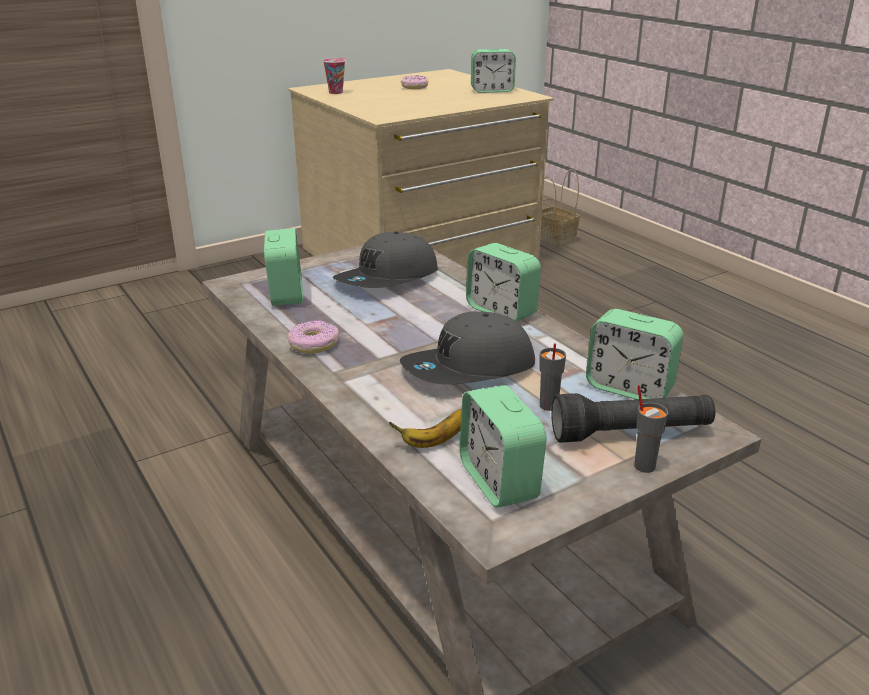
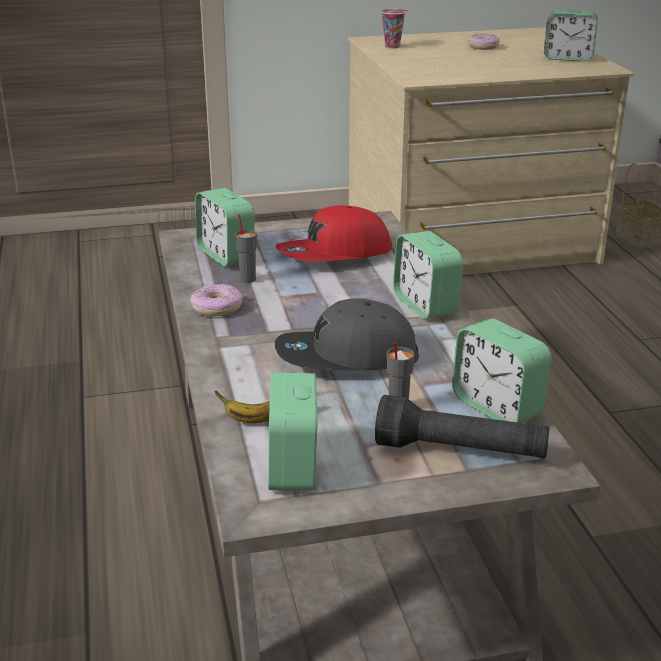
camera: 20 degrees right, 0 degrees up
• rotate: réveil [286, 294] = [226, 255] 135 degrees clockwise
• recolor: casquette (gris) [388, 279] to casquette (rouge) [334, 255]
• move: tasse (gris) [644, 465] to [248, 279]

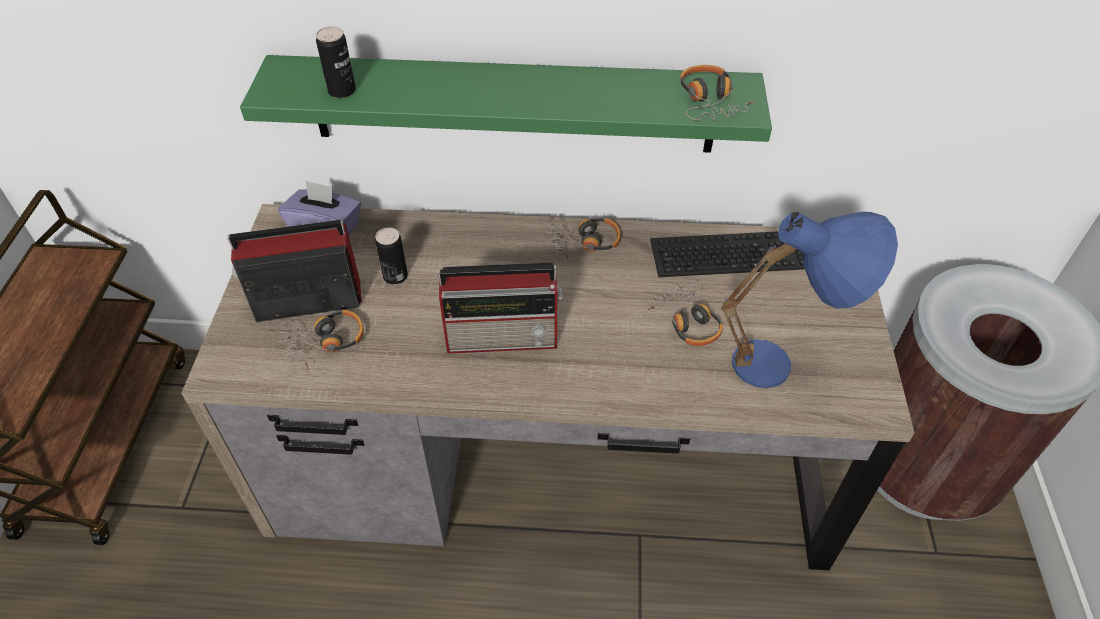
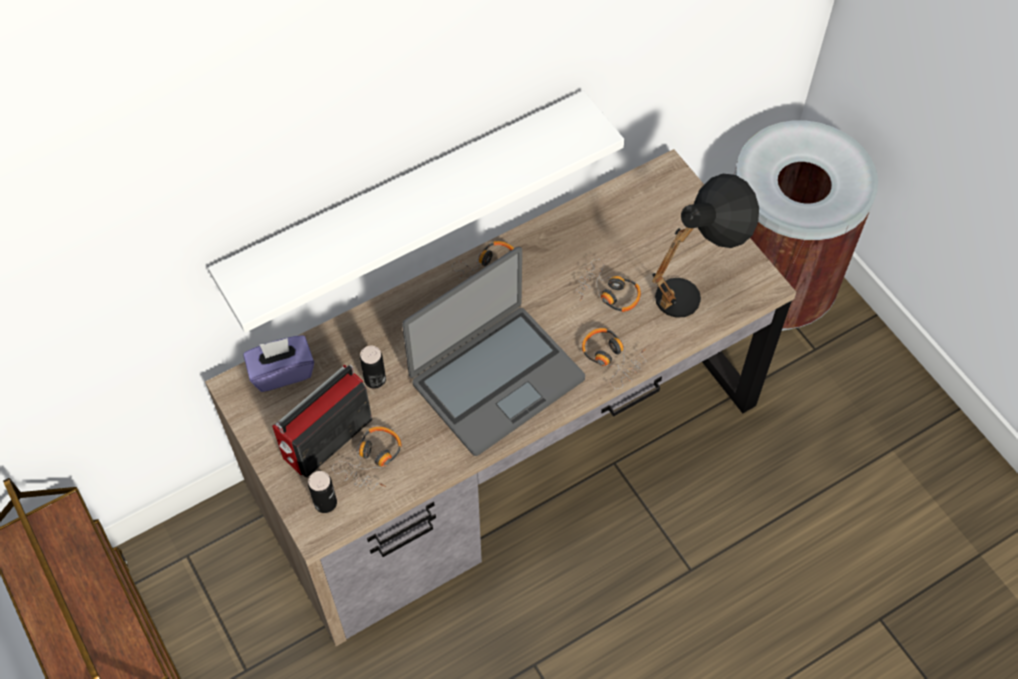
camera: 35 degrees left, 10 degrees up
• recolor: étagère (vert) [512, 104] to étagère (blanc) [406, 200]
• move: boîte métallique [342, 91] to [325, 503]
• replace: radio [504, 337] to ordinateur portable [496, 379]
• delete: clavier [741, 251]
• move: casque audio [710, 101] to [611, 359]
• recolor: lampe de table (bleu) [783, 367] to lampe de table (noir) [692, 291]

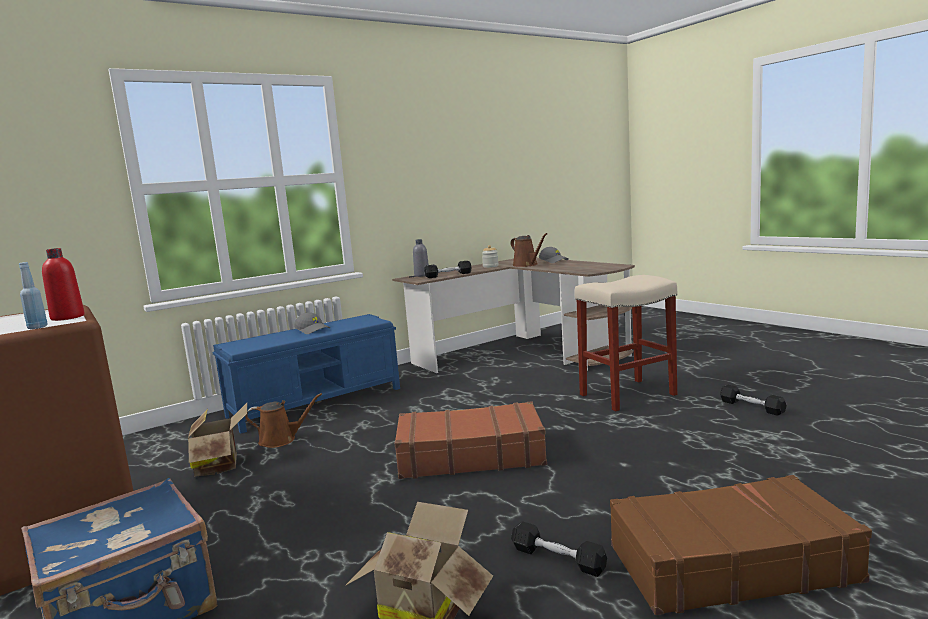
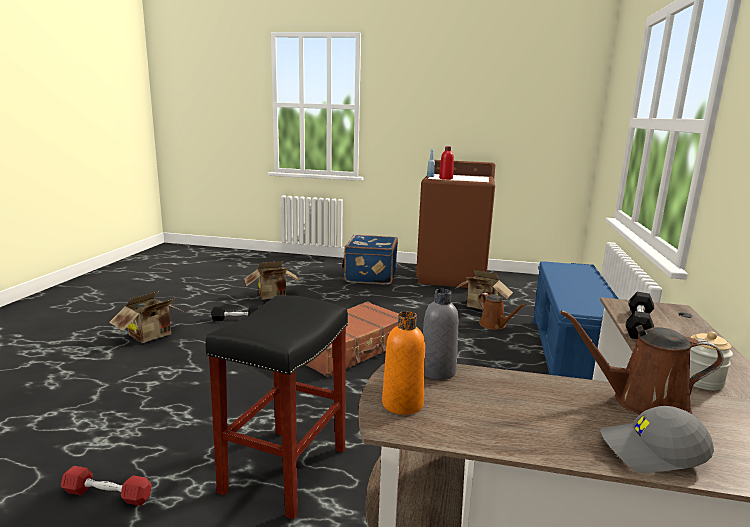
camera: 135 degrees right, 5 degrees up
• rotate: arrosoir (marron) [281, 440] = [494, 325] 75 degrees counterclockwise
• delete: casquette (gris) [313, 330]
• move: bouteille (gris) [422, 275] to [437, 371]
• recolor: tabouret (beige) [627, 395] to tabouret (noir) [285, 468]
• replace: valise (marron) [729, 563] to carton [152, 336]
• recolor: haltère (noir) [751, 407] to haltère (rouge) [107, 495]
• insert: bouteille (orange) [402, 404]

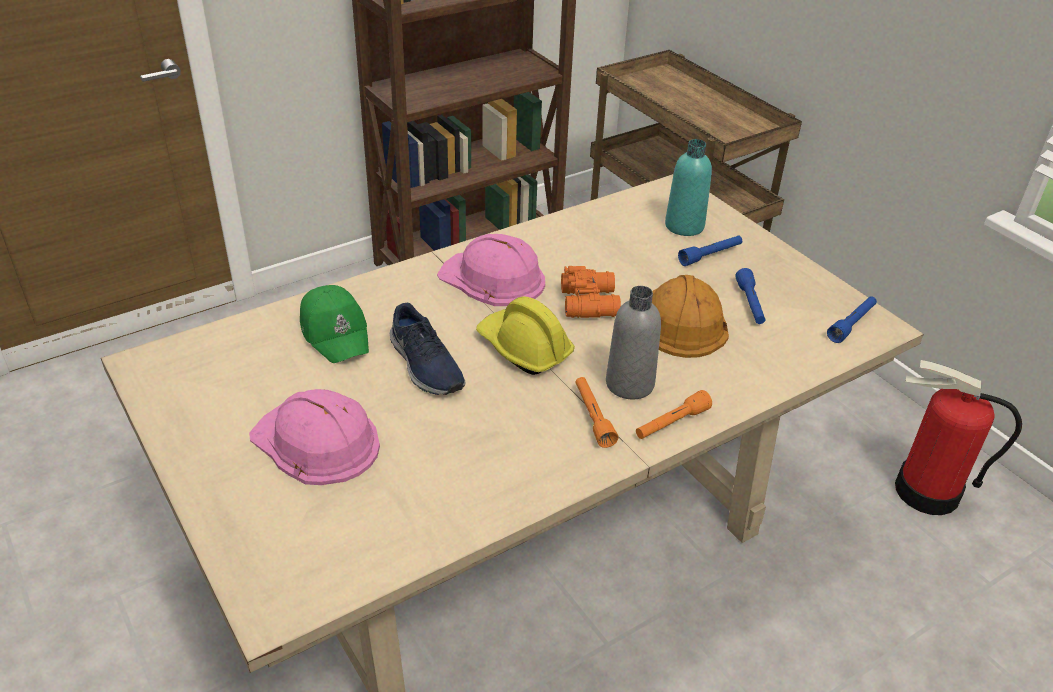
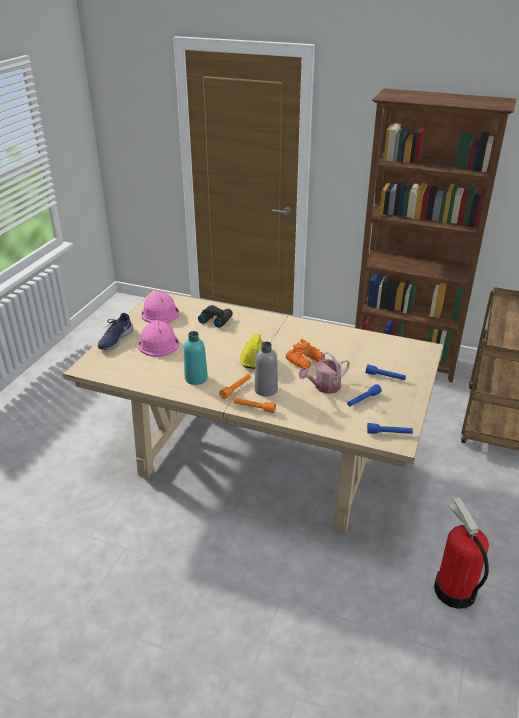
camera: 55 degrees right, 5 degrees down
• replace: casquette (vert) [336, 332] to jumelles (noir) [215, 320]
• move: chaussure (bleu) [425, 366] to [115, 339]
• move: casque de chantier (rose) [493, 278] to [159, 311]
• replace: casque de chantier (orange) [682, 322] to arrosoir [324, 387]
• move: bouteille (turquoise) [684, 226] to [196, 378]

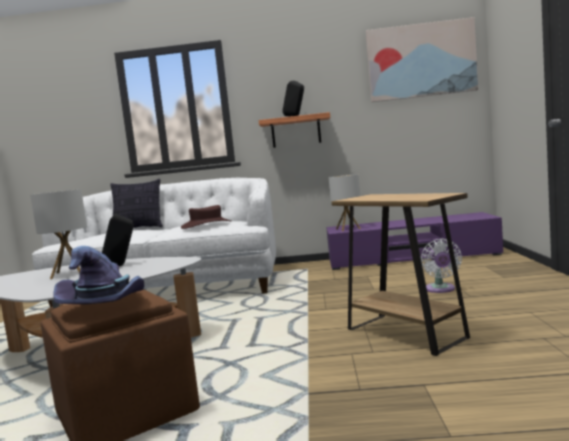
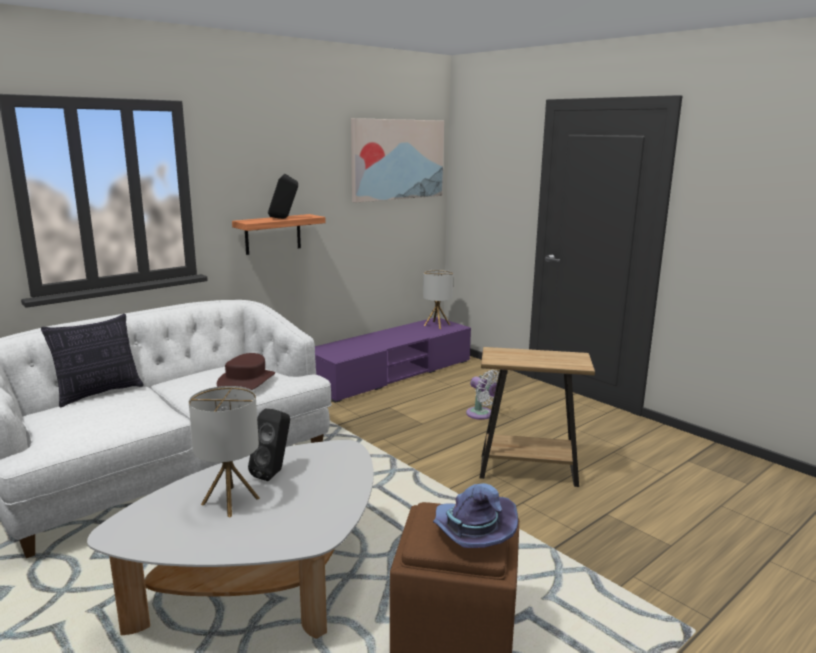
camera: 45 degrees left, 10 degrees up
• move: lampe de table [348, 229] to [436, 325]

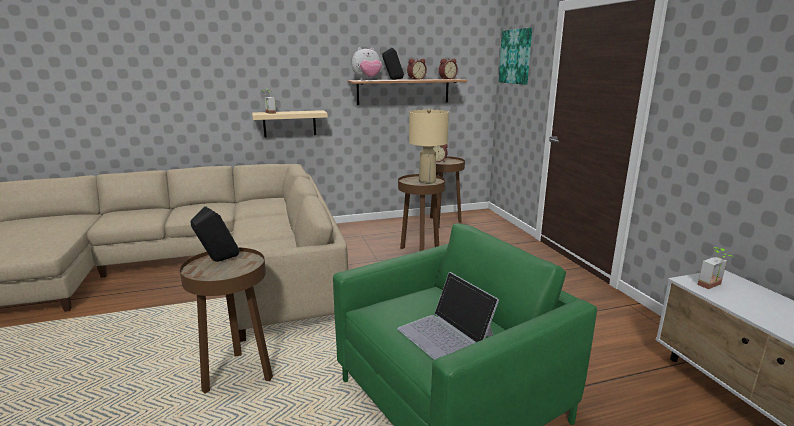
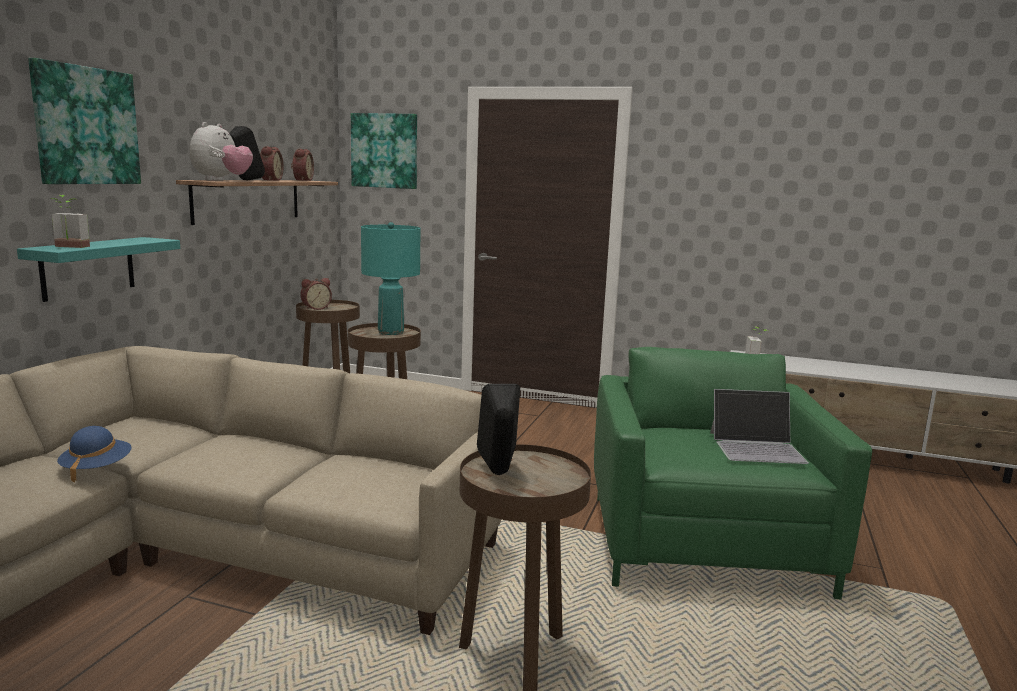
camera: 55 degrees left, 5 degrees down
• recolor: étagère (beige) [289, 123] to étagère (turquoise) [88, 268]
• recolor: lampe de table (beige) [427, 181] to lampe de table (turquoise) [390, 332]
• insert: tableau [86, 126]
• insert: chapeau (bleu) [96, 469]

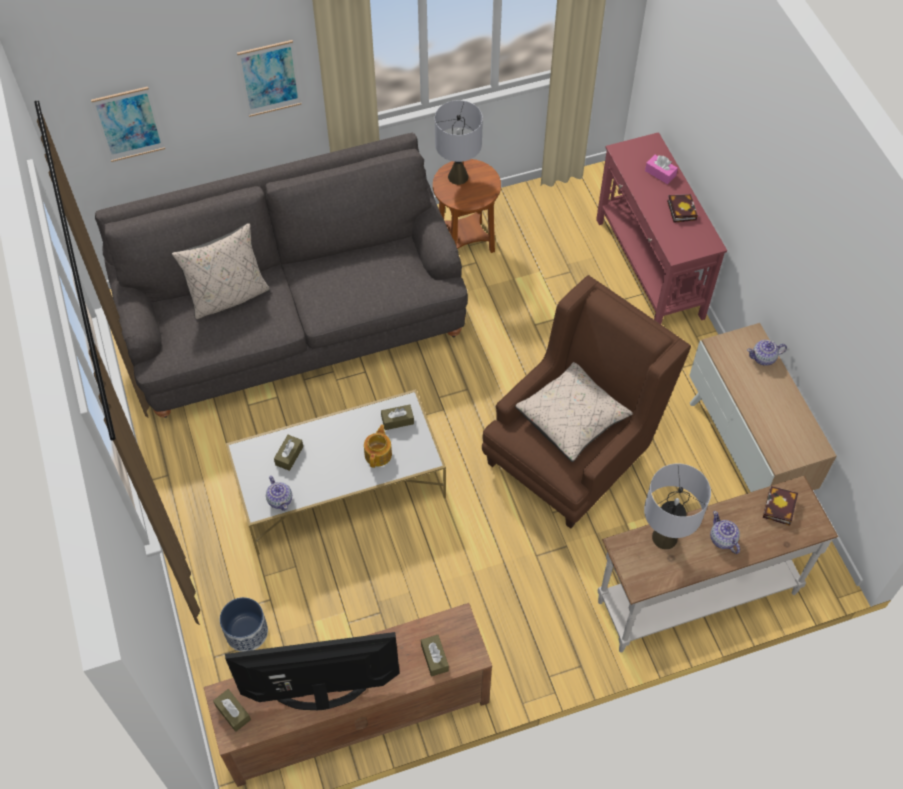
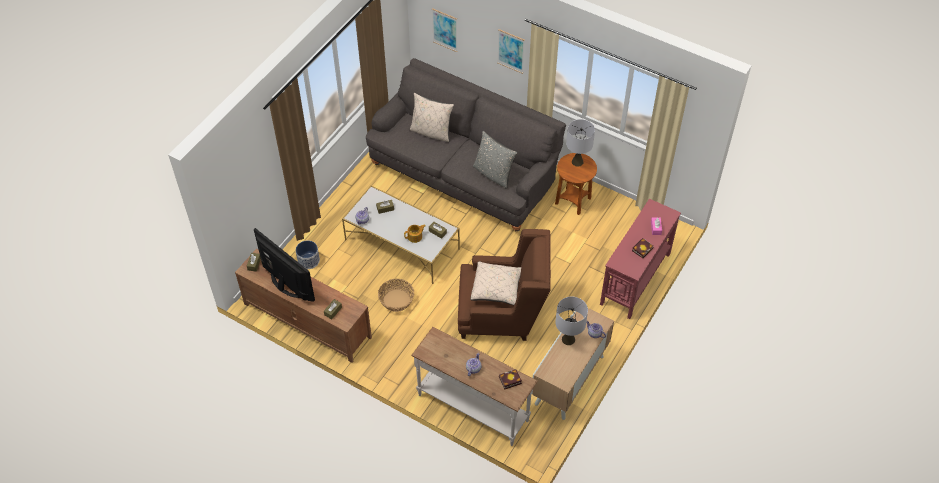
camera: 50 degrees right, 5 degrees down
• move: lampe de table (gris) [664, 538] to [568, 339]
• insert: panier [397, 300]
• insert: coussin (gris) [493, 174]

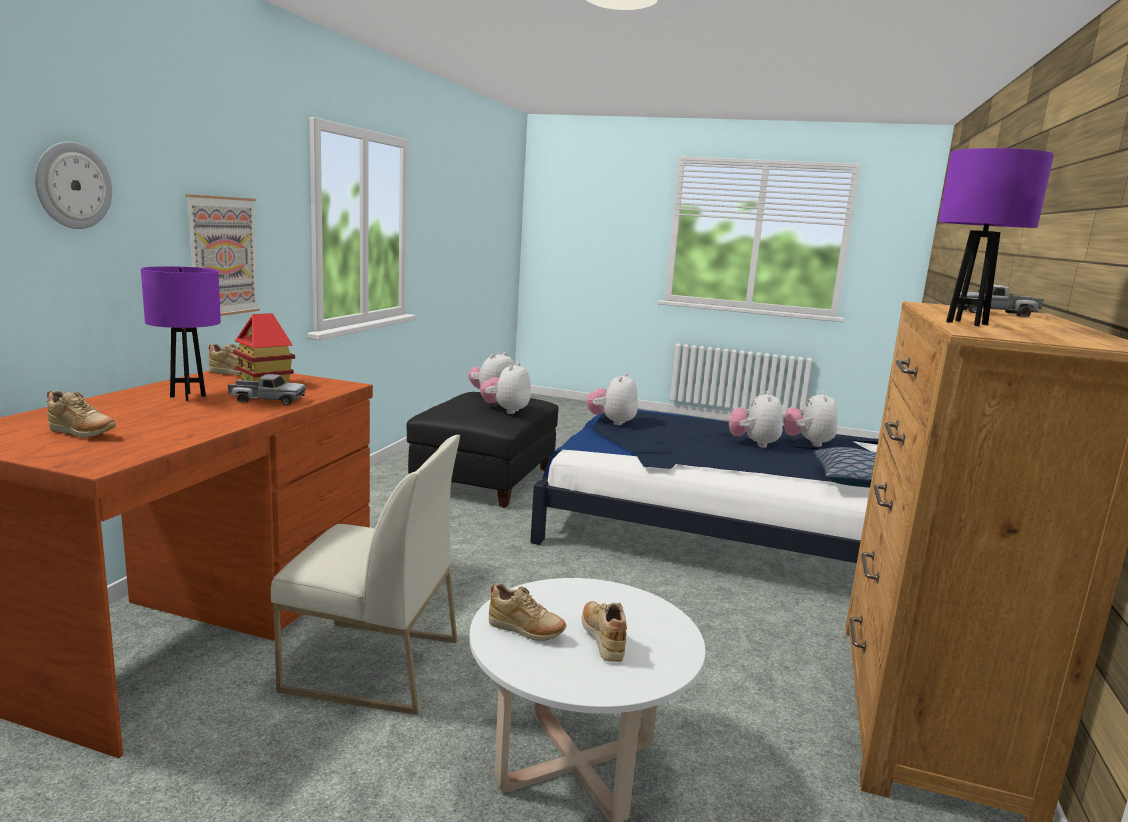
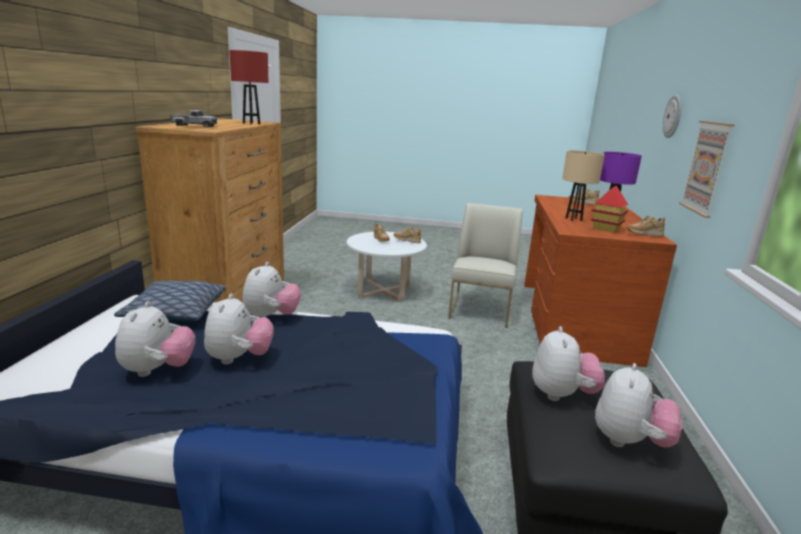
camera: 170 degrees right, 5 degrees up
• replace: camion jouet [267, 400] to lampe de table (beige) [573, 219]
• rotate: chaise (blanc) [371, 665] = [480, 311] 105 degrees clockwise
• move: peluche [612, 422] to [271, 317]
• recolor: lampe de table (violet) [966, 323] to lampe de table (rouge) [251, 123]

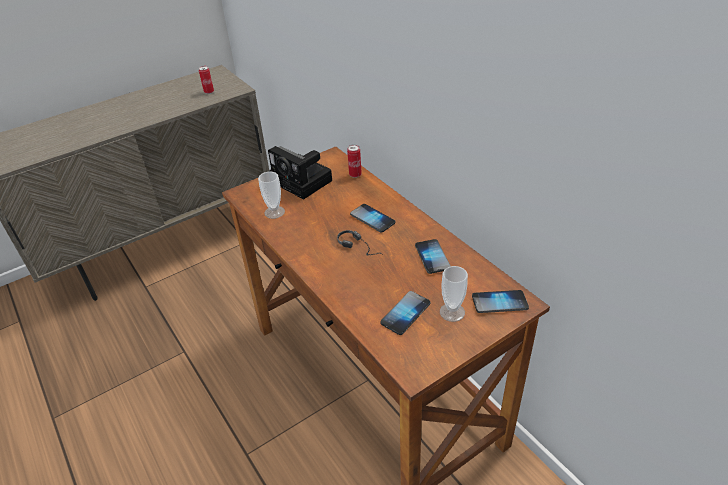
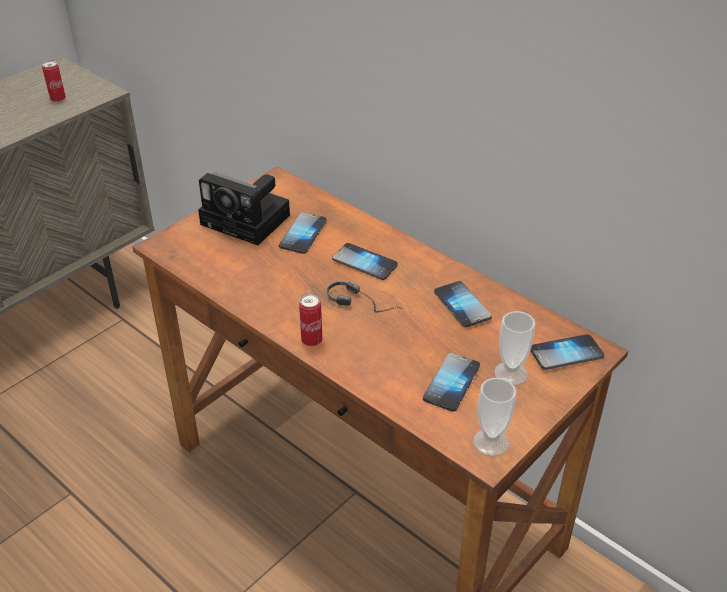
camera: 15 degrees left, 0 degrees up
• move: tasse [274, 212] to [491, 442]
• move: boîte métallique [355, 175] to [311, 340]
• insert: téléphone [303, 234]

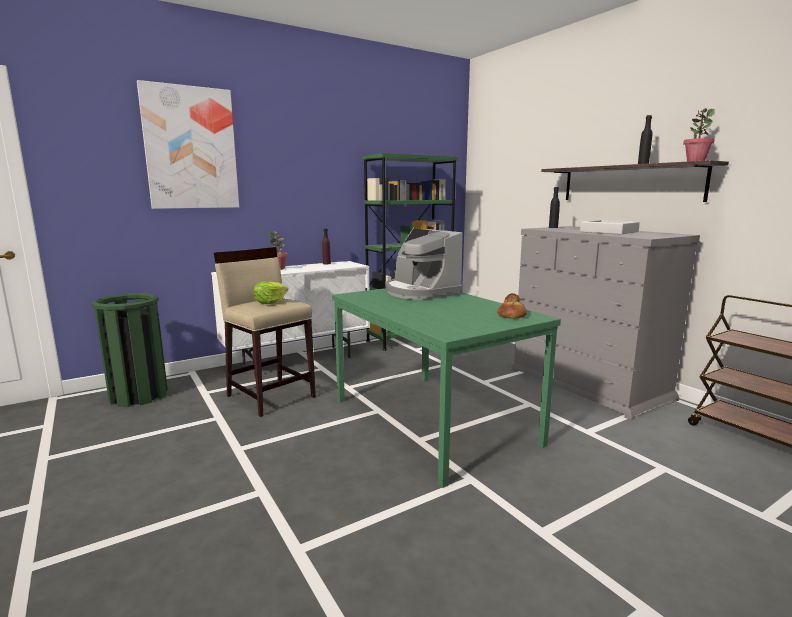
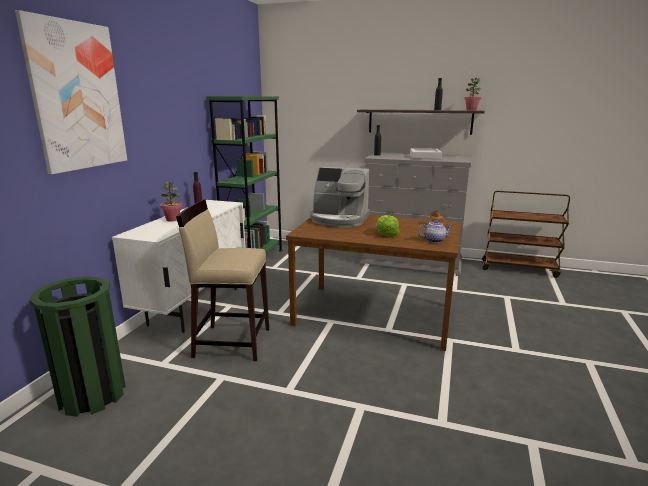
camera: 40 degrees left, 5 degrees up
• move: laitue [270, 302] to [386, 234]
• recolor: table à manger (vert) [433, 421] to table à manger (marron) [375, 314]
• insert: théière [434, 240]

